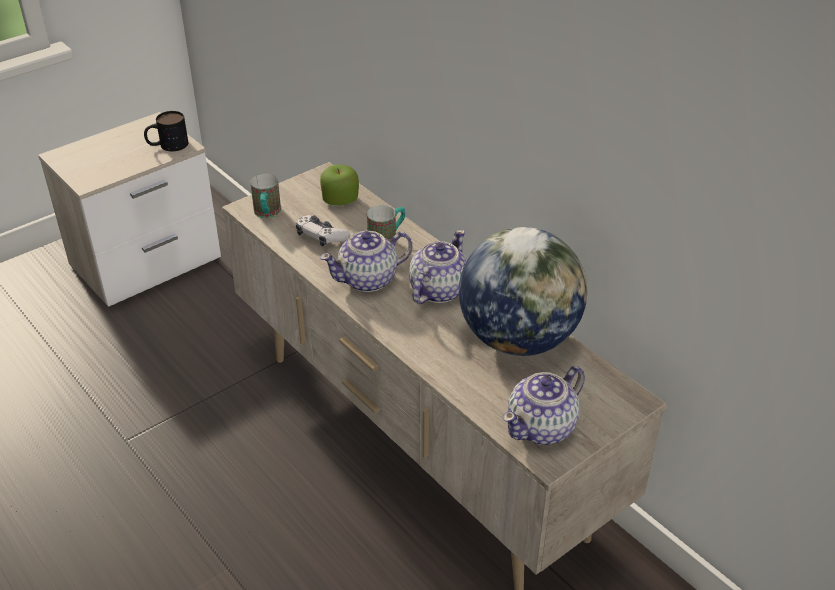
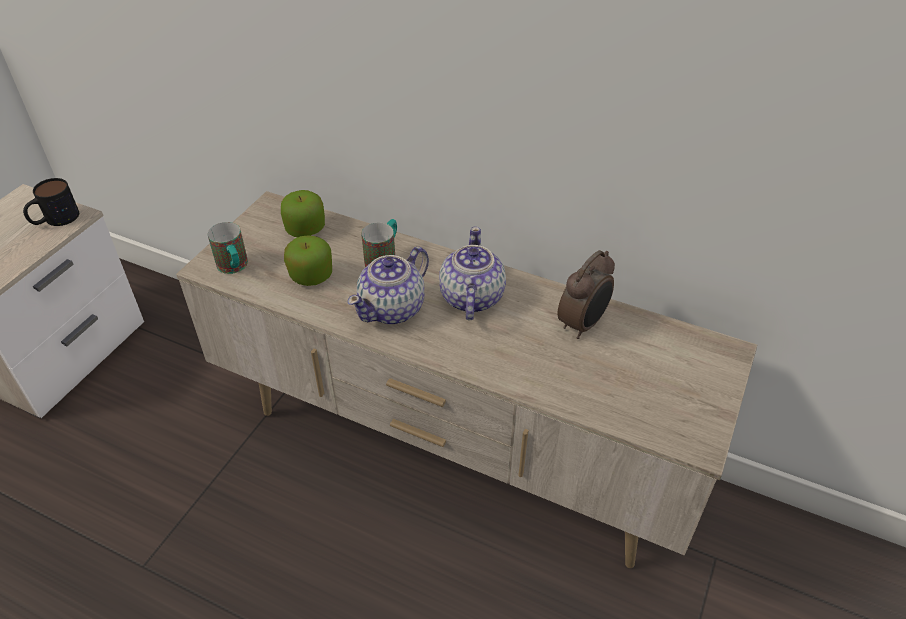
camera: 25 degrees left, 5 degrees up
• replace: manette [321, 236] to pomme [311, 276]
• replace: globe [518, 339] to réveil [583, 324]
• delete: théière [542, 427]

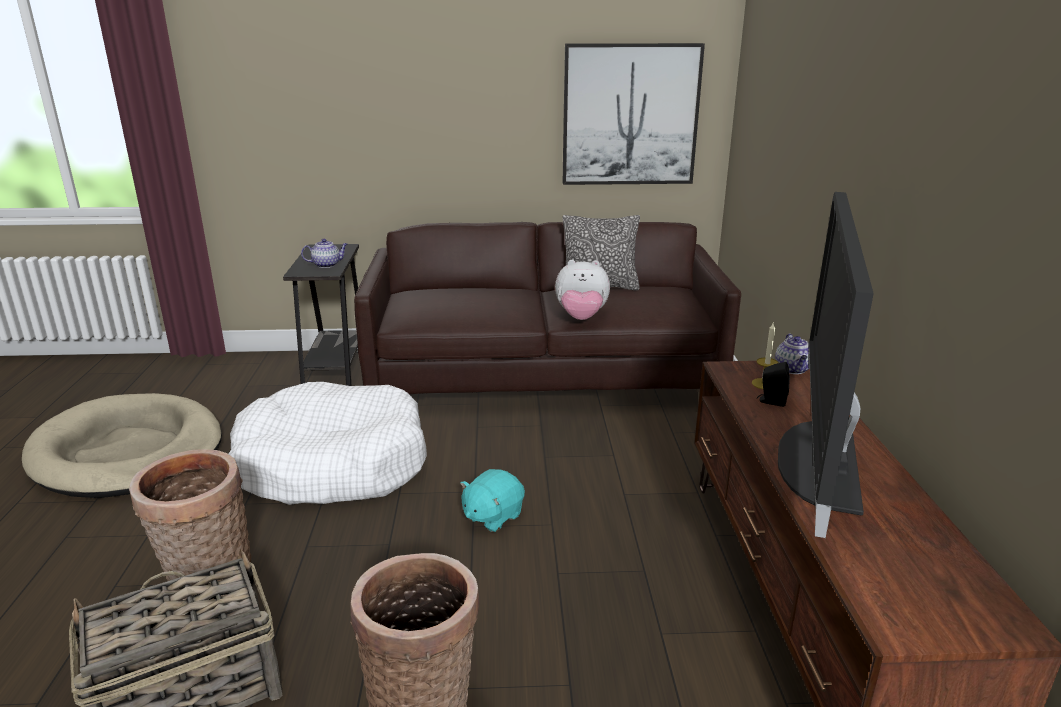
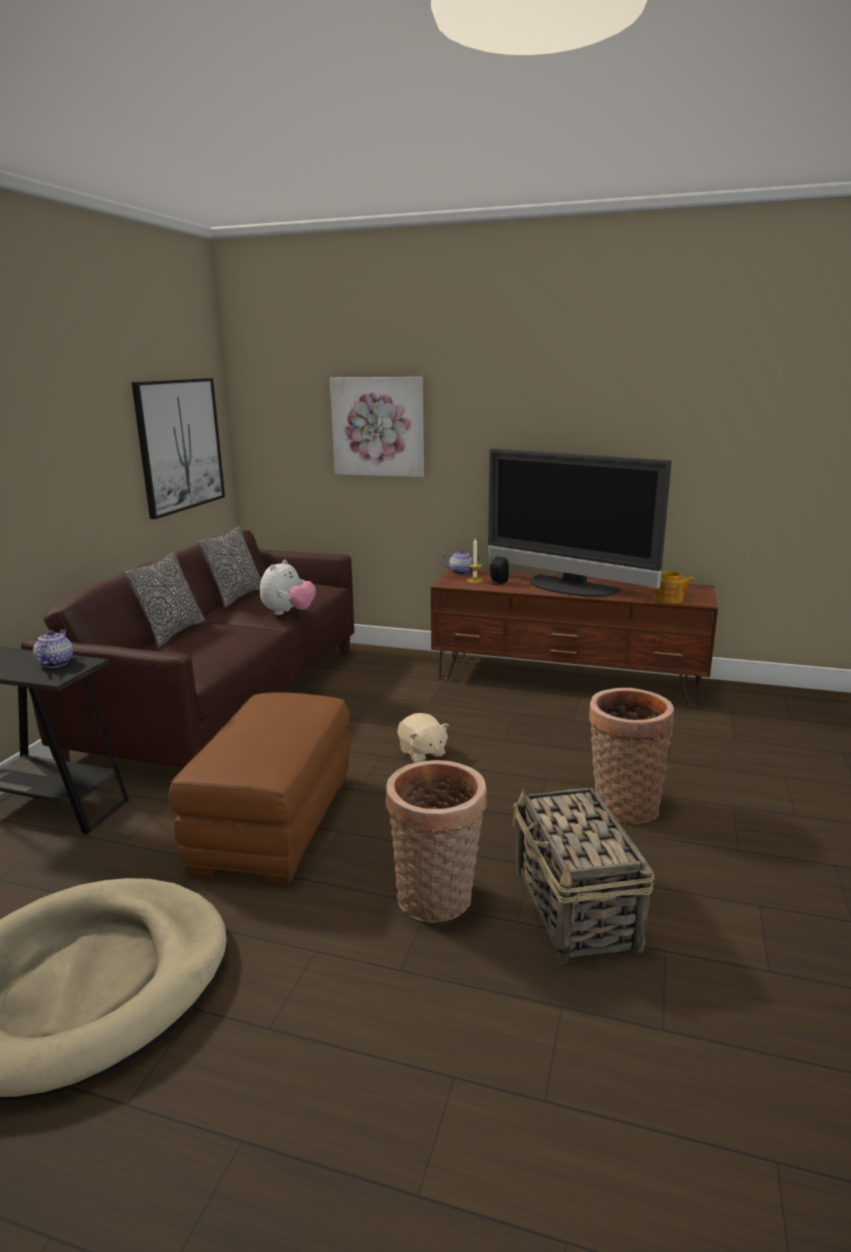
camera: 70 degrees left, 5 degrees down
• replace: panier pour chien (blanc) [332, 464] to pouf (marron) [274, 821]
• recolor: peluche (turquoise) [492, 516] to peluche (beige) [422, 753]
• insert: coussin [172, 633]
• insert: tableau [378, 426]
• insert: théière [668, 599]

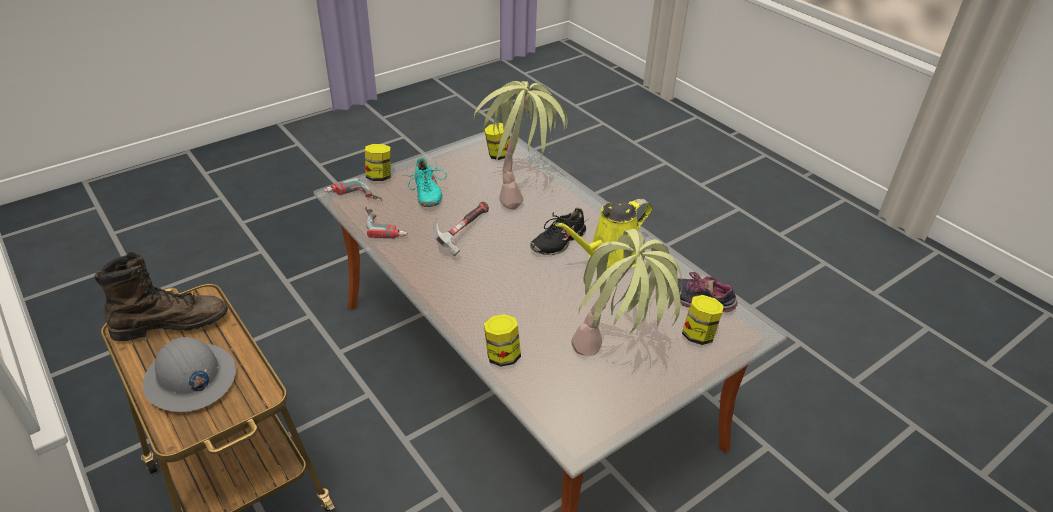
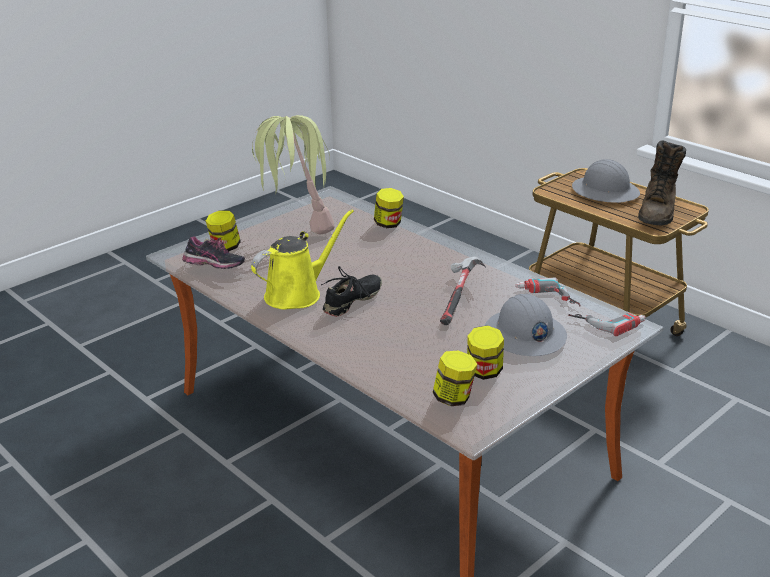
camera: 175 degrees right, 10 degrees down
• rotate: botte (marron) [171, 323] = [658, 212] 45 degrees counterclockwise
• move: bocal [379, 176] to [484, 372]
• replace: chaussure (turquoise) [426, 193] to casque de chantier (gris) [524, 335]
• delete: plante en pot [520, 190]

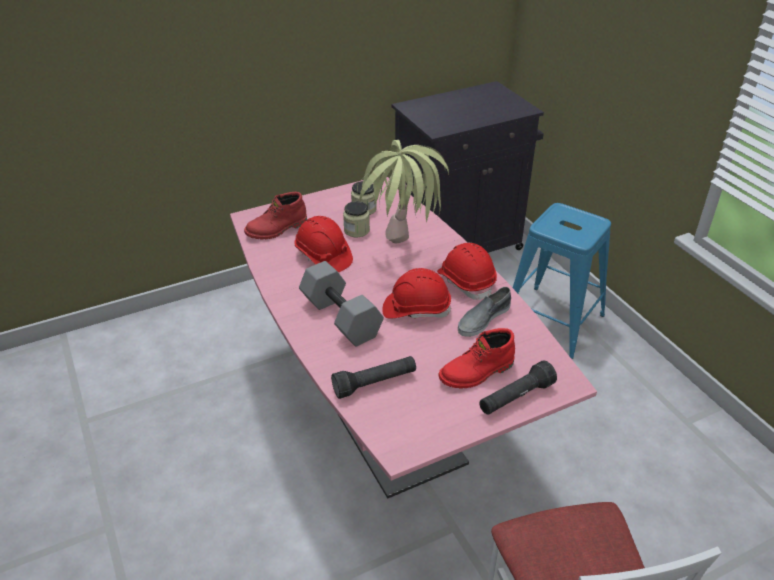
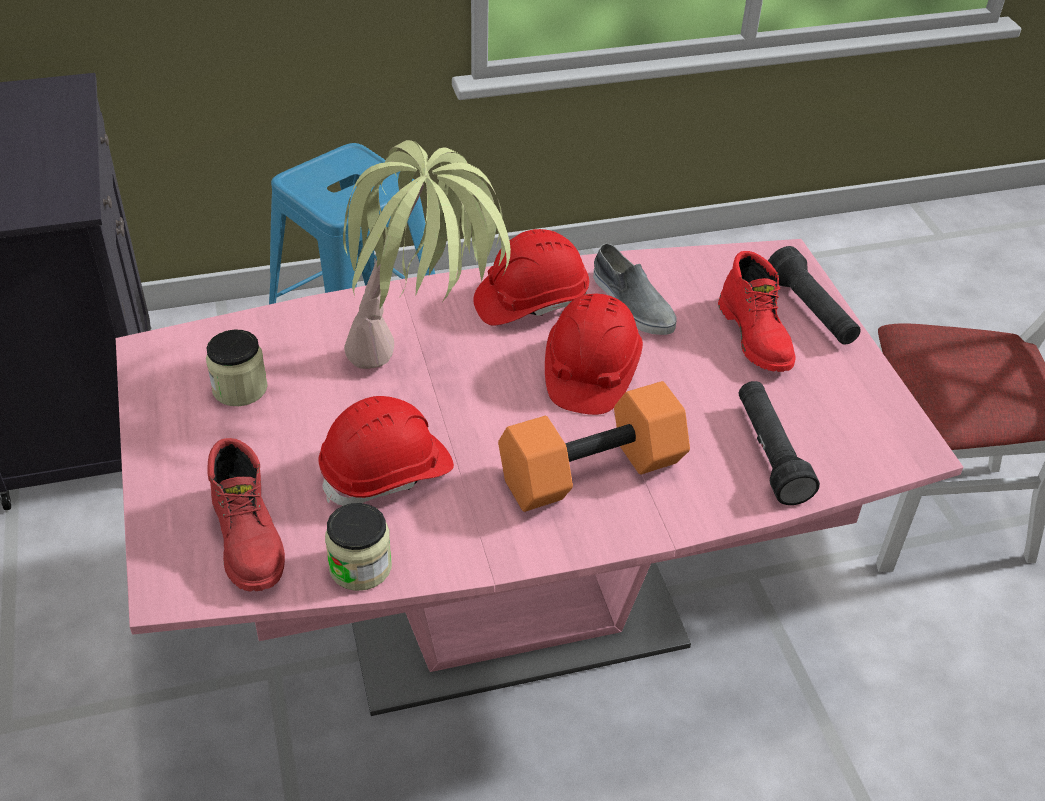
camera: 80 degrees left, 5 degrees up
• recolor: haltère (gris) [339, 318] to haltère (orange) [591, 474]
• move: bocal [356, 230] to [360, 567]

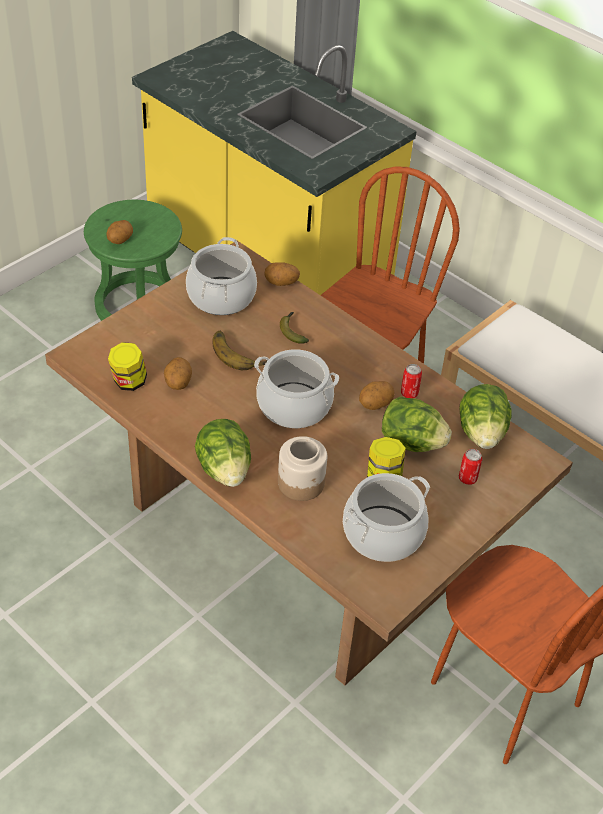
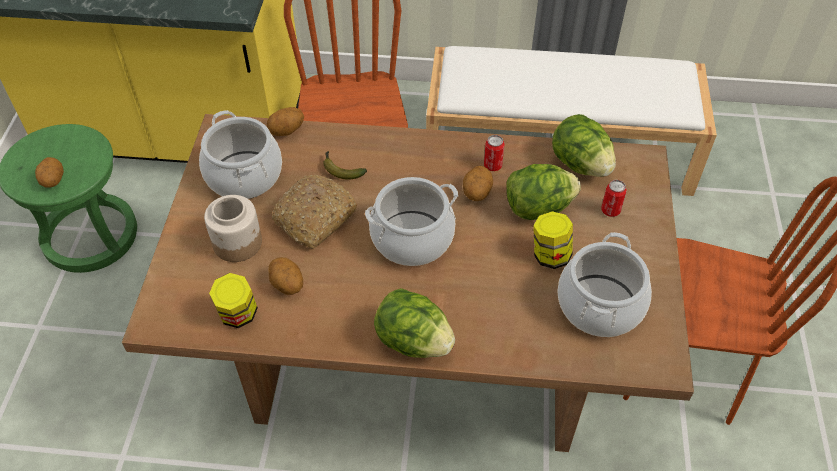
camera: 35 degrees left, 5 degrees up
• replace: banane [240, 352] to pain [315, 218]
• move: bocal [301, 483] to [238, 243]

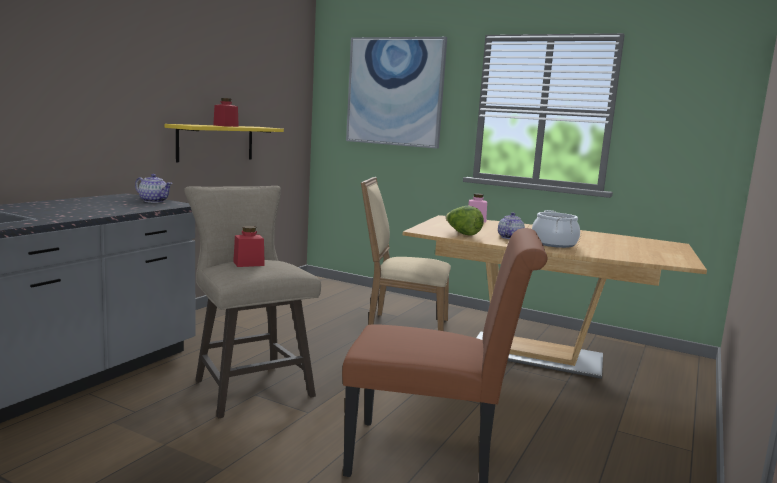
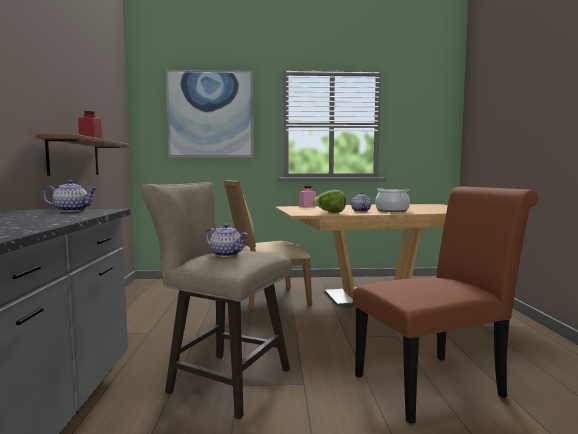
camera: 30 degrees left, 5 degrees down
• recolor: étagère (jaune) [216, 143] to étagère (marron) [74, 157]
• replace: bocal (rouge) [248, 263] to théière [227, 254]

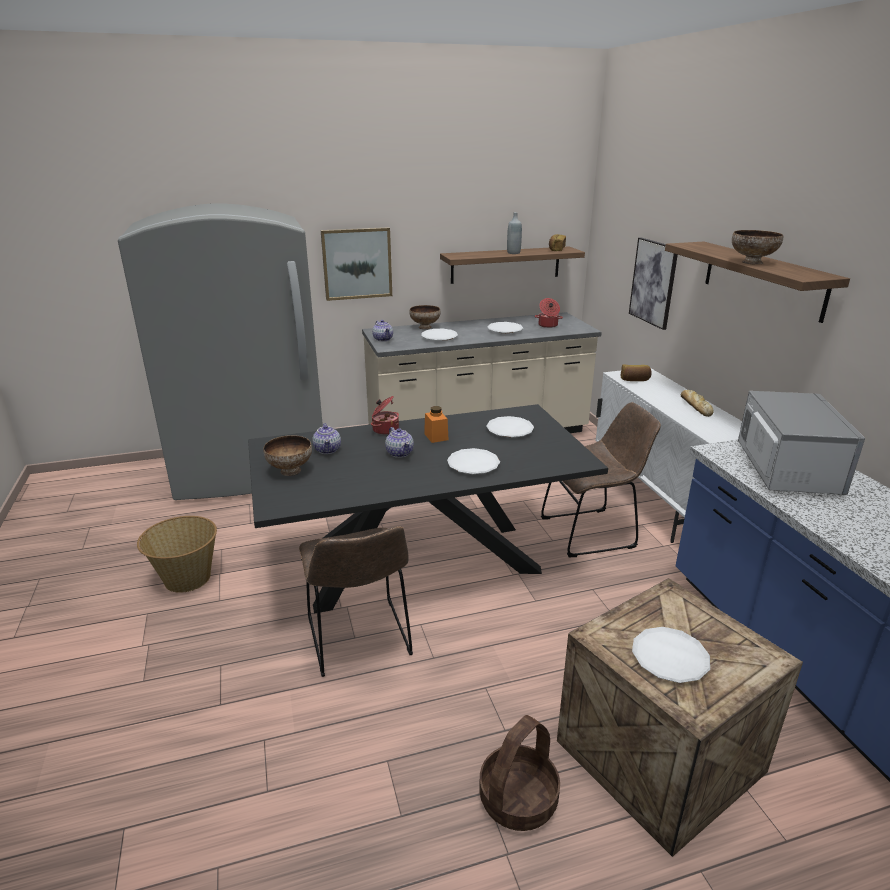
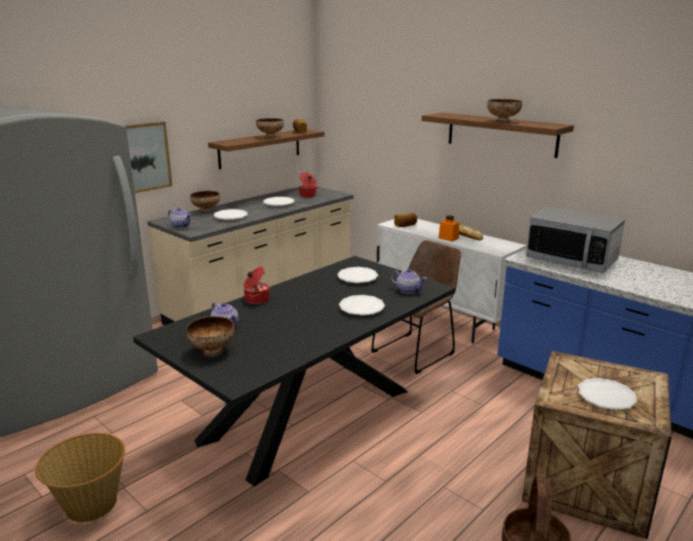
camera: 30 degrees left, 5 degrees down
• delete: chaise (marron) [360, 640]
• move: théière [400, 453] to [408, 290]
• move: bocal (orange) [436, 437] to [448, 238]
• replace: bouteille (gris) [513, 253] to bol [271, 137]
• delete: tableau [653, 282]
• rotate: micro-ondes [786, 469] = [571, 260] 150 degrees clockwise

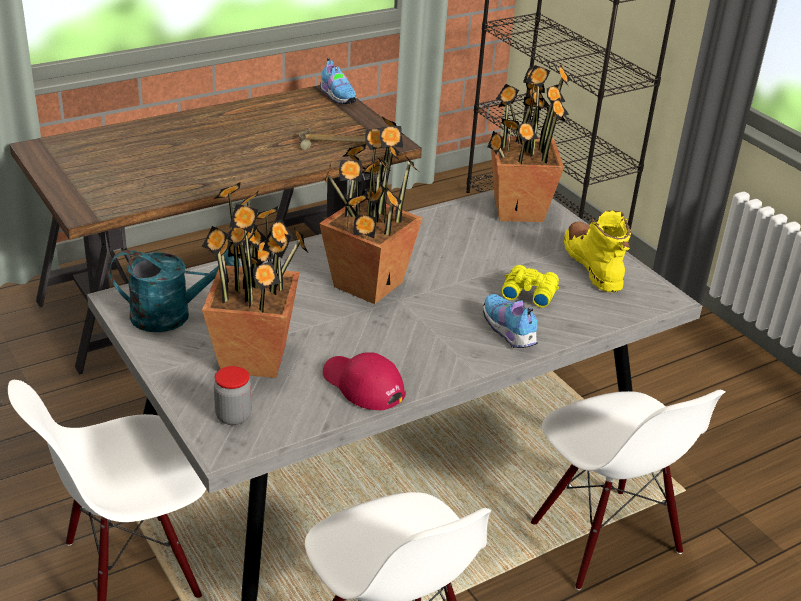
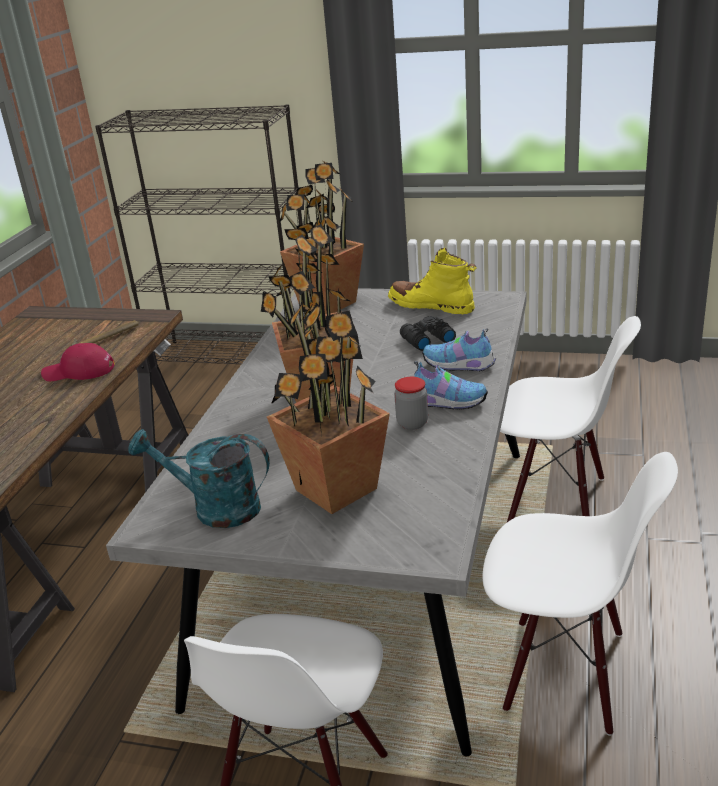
camera: 40 degrees left, 5 degrees down
• rotate: arrosoir (turquoise) [172, 316] = [215, 508] 120 degrees counterclockwise
• move: bocal [233, 416] to [412, 423]
• move: chaussure [338, 97] to [446, 402]
• move: casquette (rouge) [362, 385] to [79, 371]
• recolor: jumelles (jaune) [528, 292] to jumelles (noir) [426, 340]

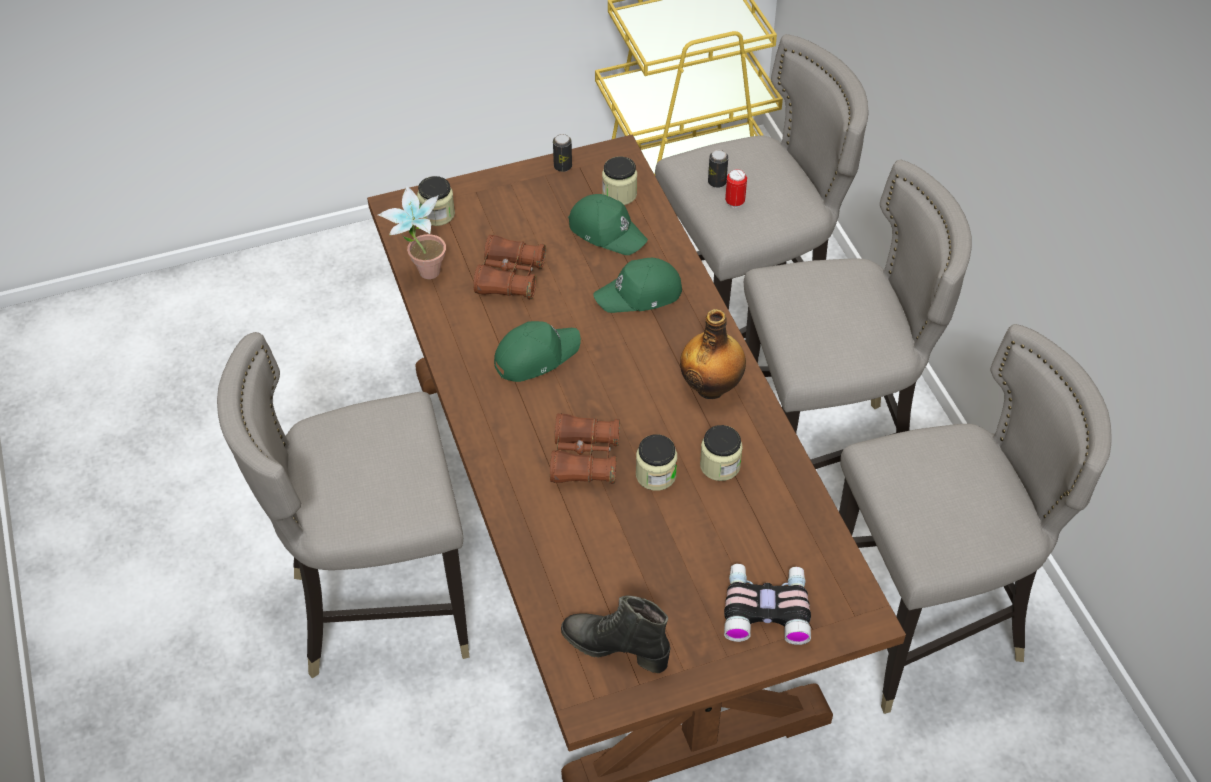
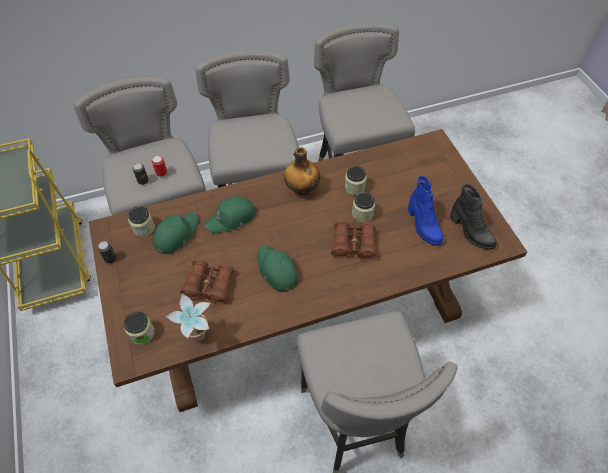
camera: 90 degrees left, 5 degrees up
• rotate: botte (noir) [615, 648] = [470, 232] 60 degrees counterclockwise
• rotate: casquette (vert) [640, 294] = [231, 218] 75 degrees clockwise
• delete: jumelles [766, 608]
• insert: botte (bleu) [423, 226]

